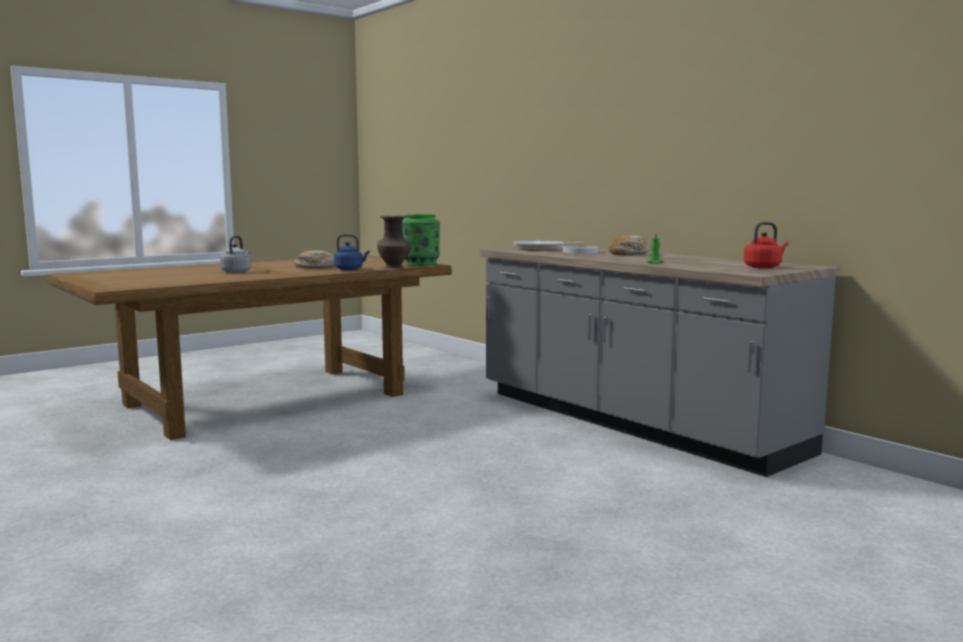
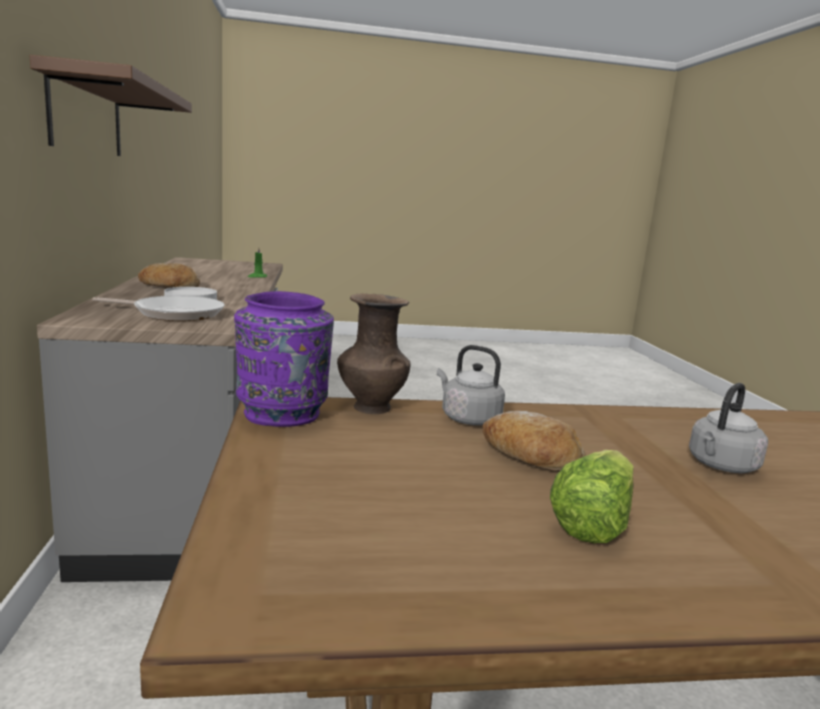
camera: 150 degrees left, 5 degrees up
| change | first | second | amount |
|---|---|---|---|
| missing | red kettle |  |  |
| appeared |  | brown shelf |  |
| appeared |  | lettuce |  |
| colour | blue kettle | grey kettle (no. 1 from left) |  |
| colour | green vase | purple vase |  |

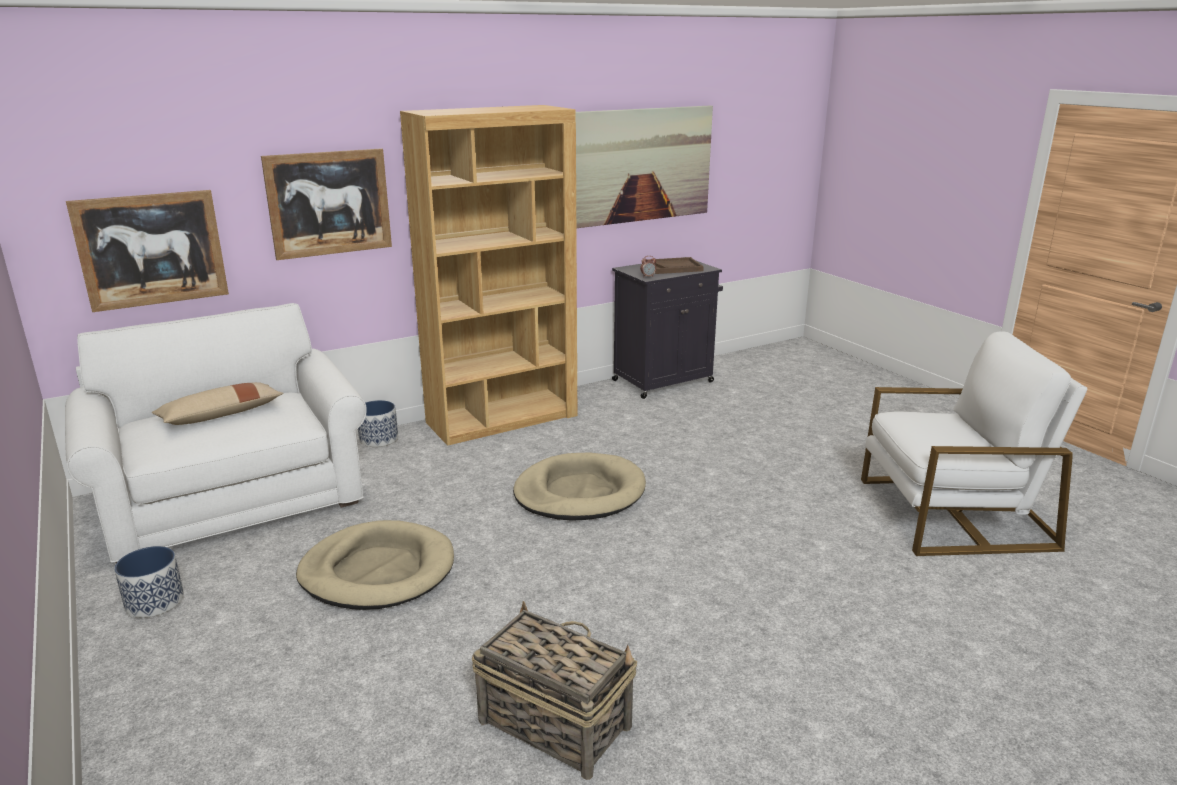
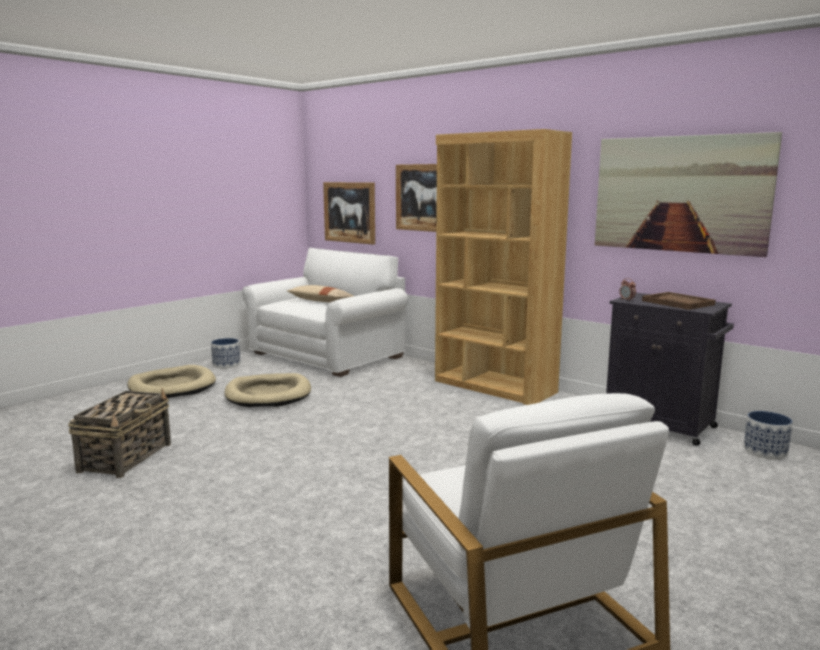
camera: 70 degrees right, 10 degrees down
| change | first | second | amount |
|---|---|---|---|
| relocated | planter (no. 2 from left) |  |  |
| relocated | beige dog bed (no. 2 from left in the first image) | beige dog bed (no. 1 from left) |  |

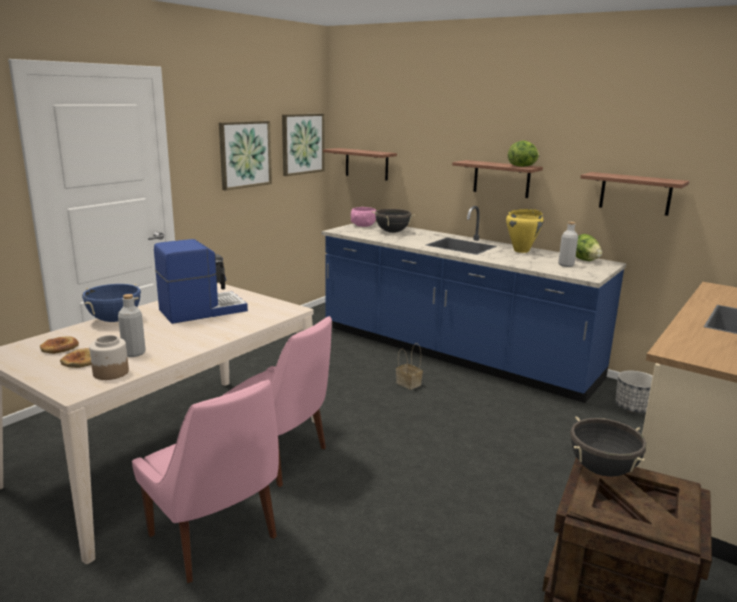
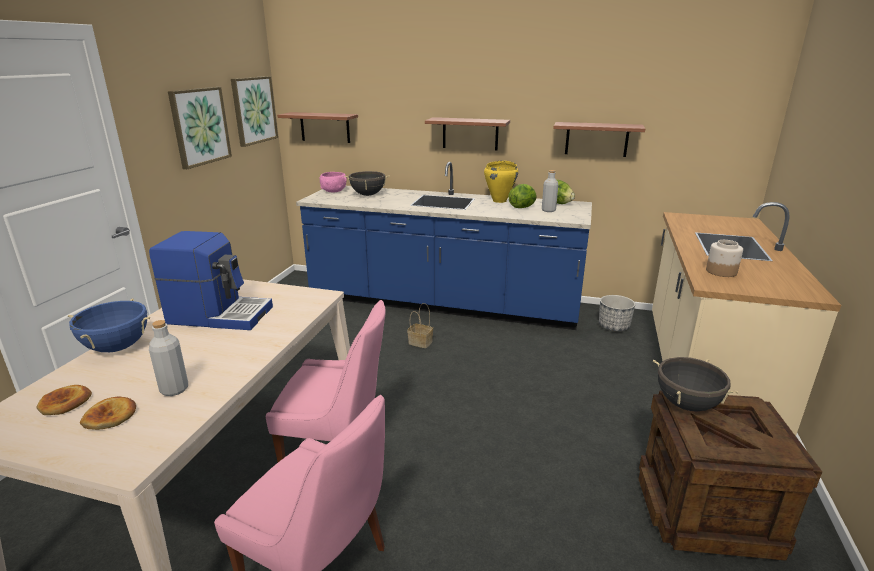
camera: 20 degrees left, 5 degrees up
| change | first | second | amount |
|---|---|---|---|
| relocated | jar |  |  |
| relocated | lettuce (no. 1 from left) |  |  |
| spun | coffee machine |  | 60 degrees clockwise |

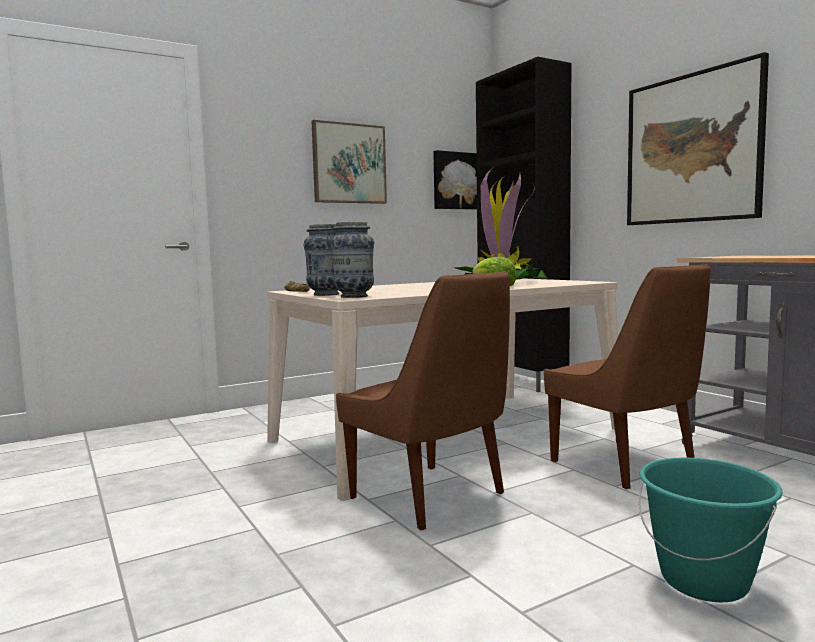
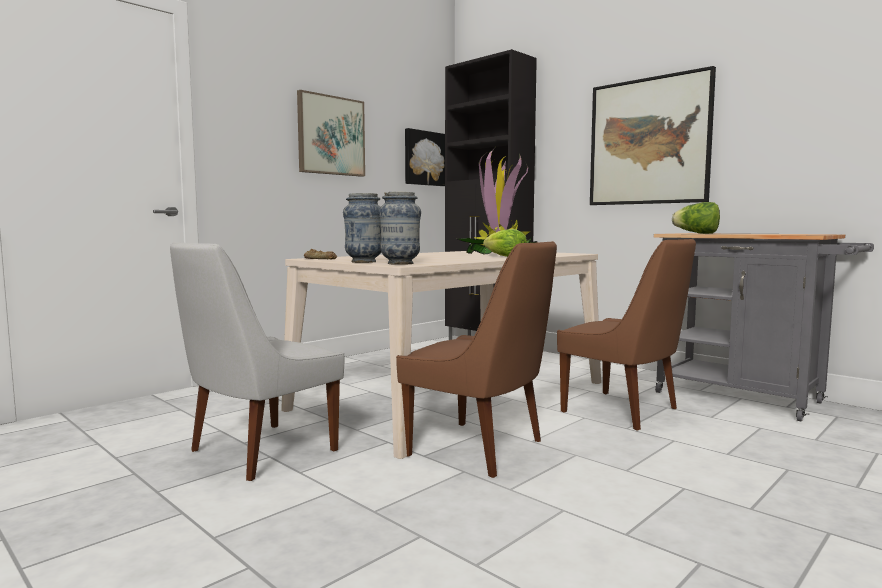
camera: 15 degrees left, 0 degrees up
| change | first | second | amount |
|---|---|---|---|
| missing | turquoise bucket |  |  |
| appeared |  | white chair |  |
| appeared |  | lettuce (no. 2 from left) |  |

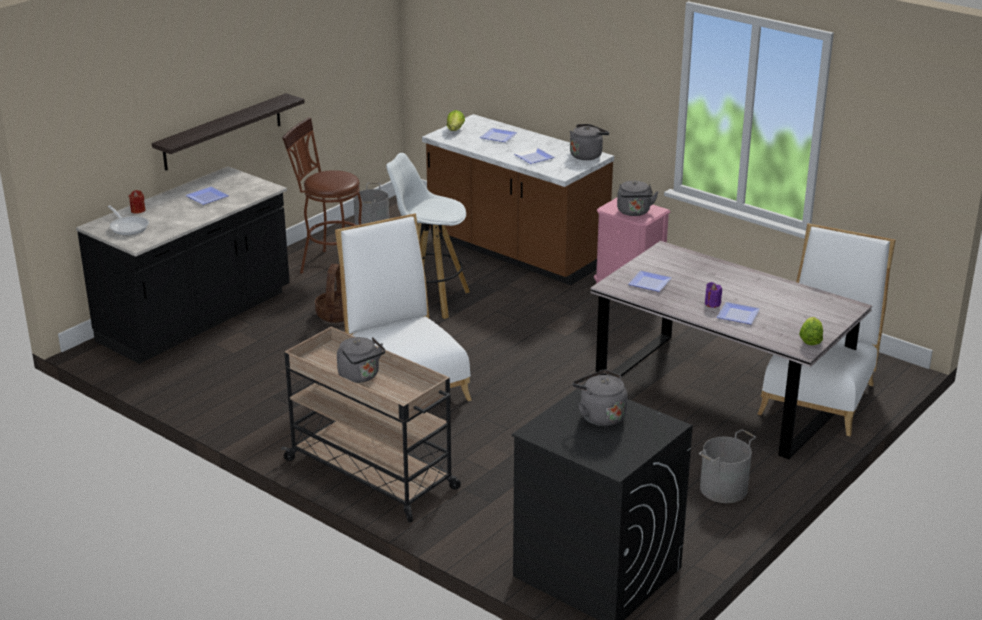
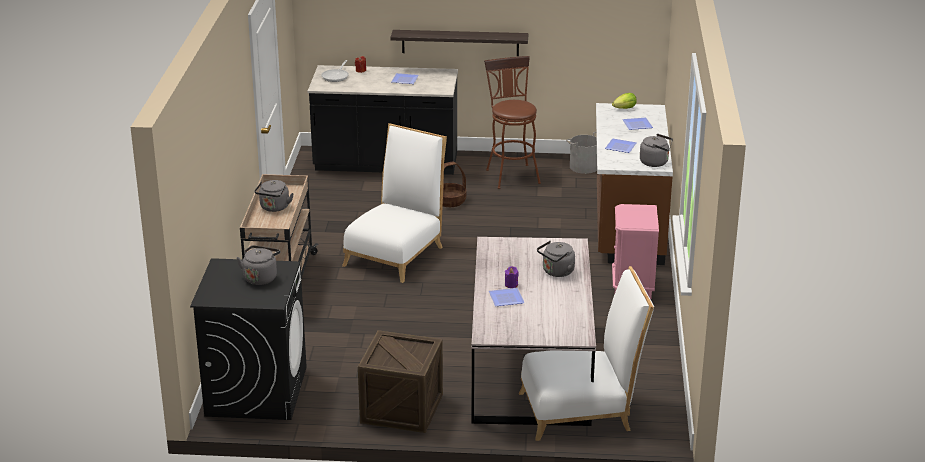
camera: 55 degrees right, 0 degrees up
| change | first | second | amount |
|---|---|---|---|
| missing | white stool |  |  |
| missing | plate (no. 4 from left) |  |  |
| missing | lettuce (no. 2 from left) |  |  |
| relocated | grey kettle (no. 4 from left in the first image) | grey kettle (no. 3 from left) |  |
| exchanged | grey bucket (no. 2 from left) | crate |  |

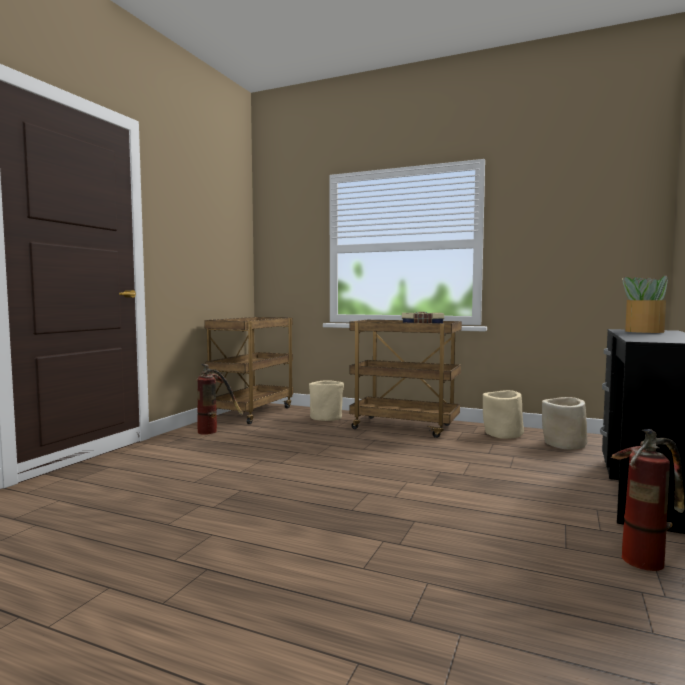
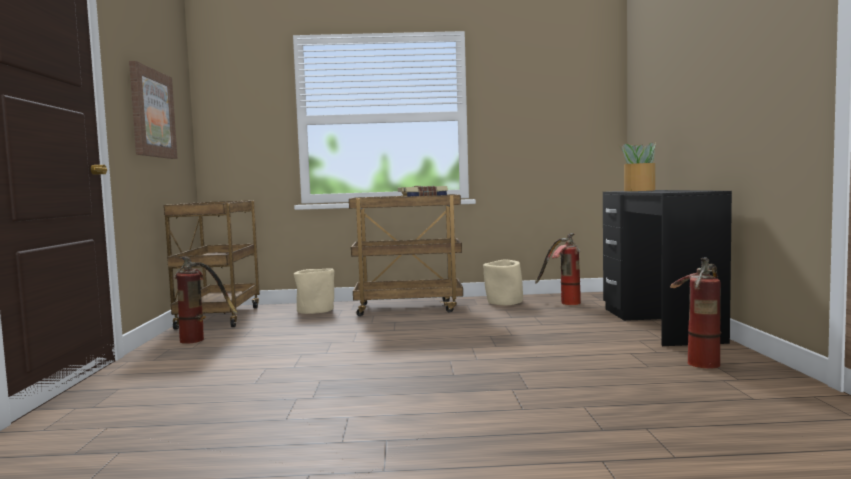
camera: 25 degrees left, 0 degrees up
| change | first | second | amount |
|---|---|---|---|
| appeared |  | picture |  |
| exchanged | beige planter (no. 3 from left) | fire extinguisher (no. 2 from left) |  |

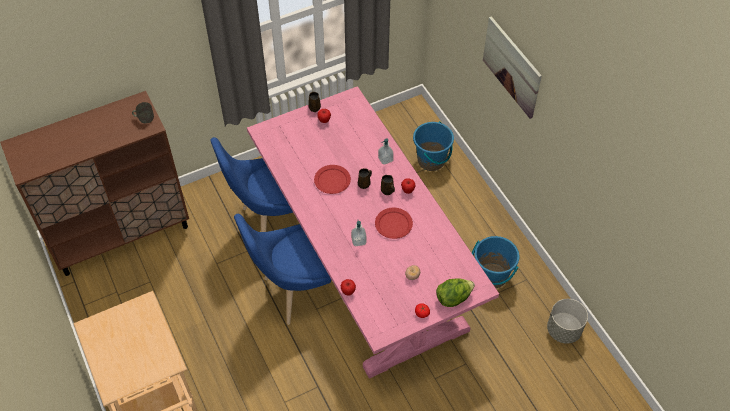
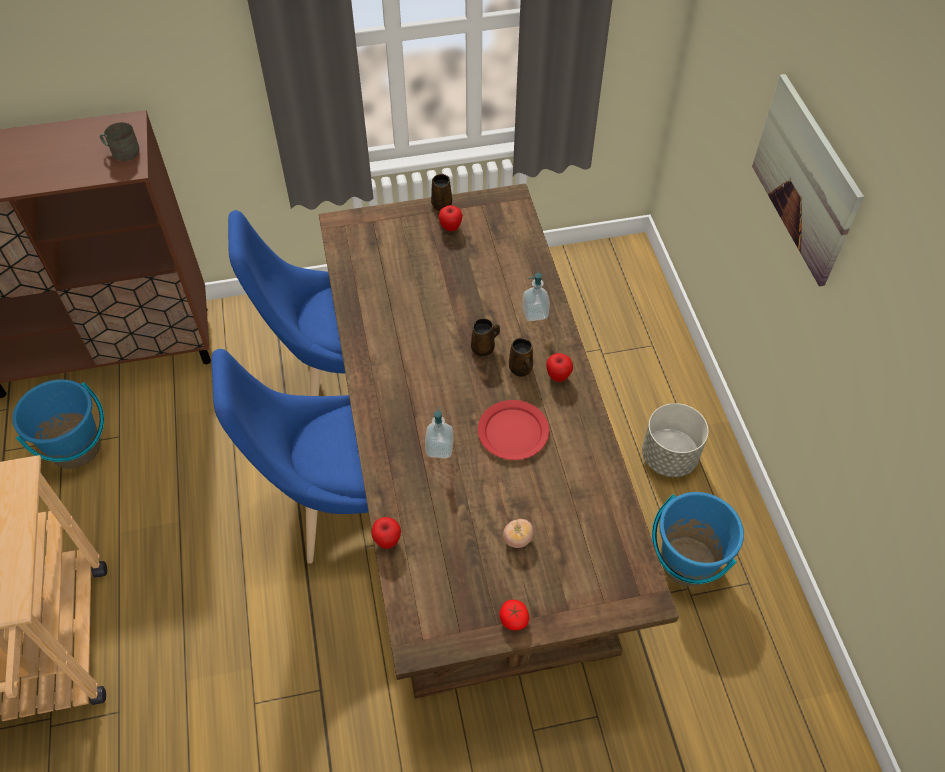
camera: 15 degrees right, 0 degrees up
| change | first | second | amount |
|---|---|---|---|
| missing | red plate (no. 1 from left) |  |  |
| missing | lettuce |  |  |
| relocated | blue bucket (no. 1 from left) |  |  |
| relocated | grey planter |  |  |
| colour | pink dining table | brown dining table |  |

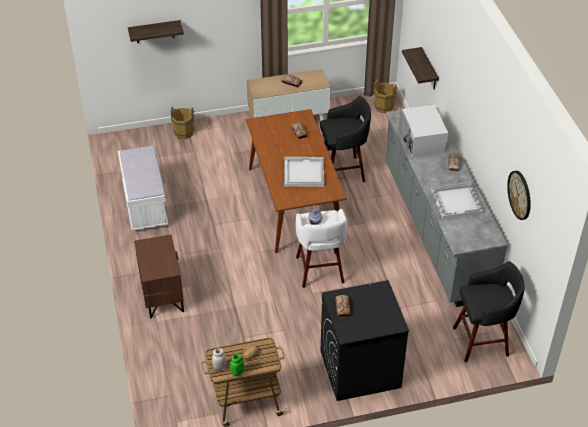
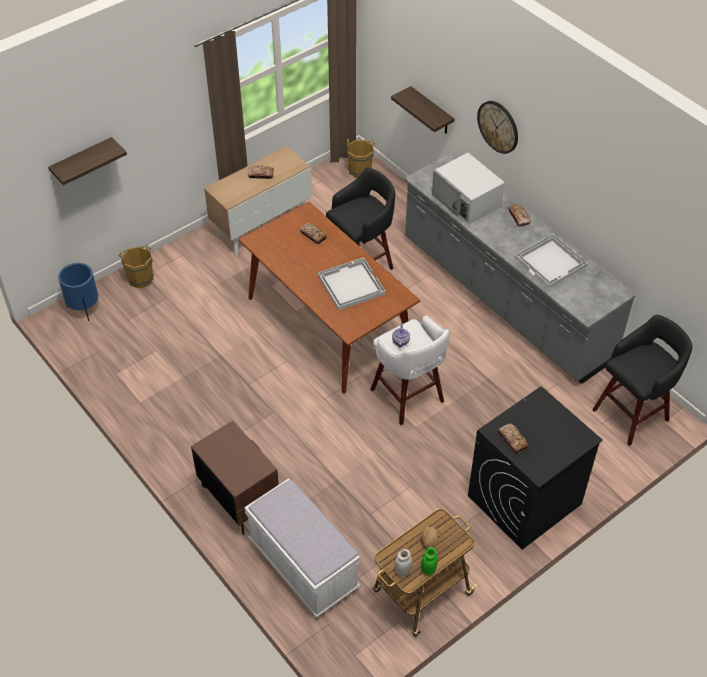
camera: 25 degrees left, 5 degrees up
| change | first | second | amount |
|---|---|---|---|
| appeared |  | blue planter |  |
| relocated | white bench |  |  |
| relocated | wall clock |  |  |

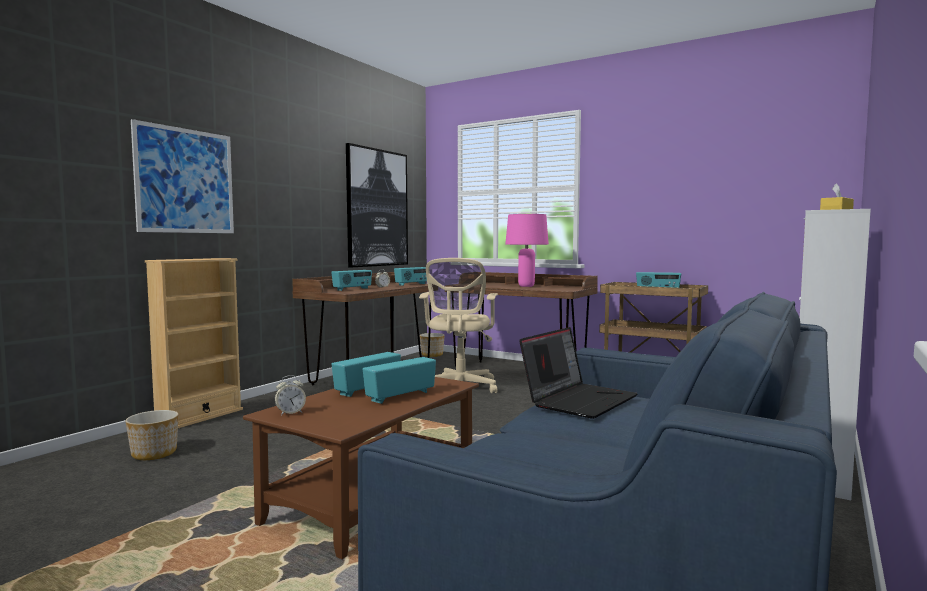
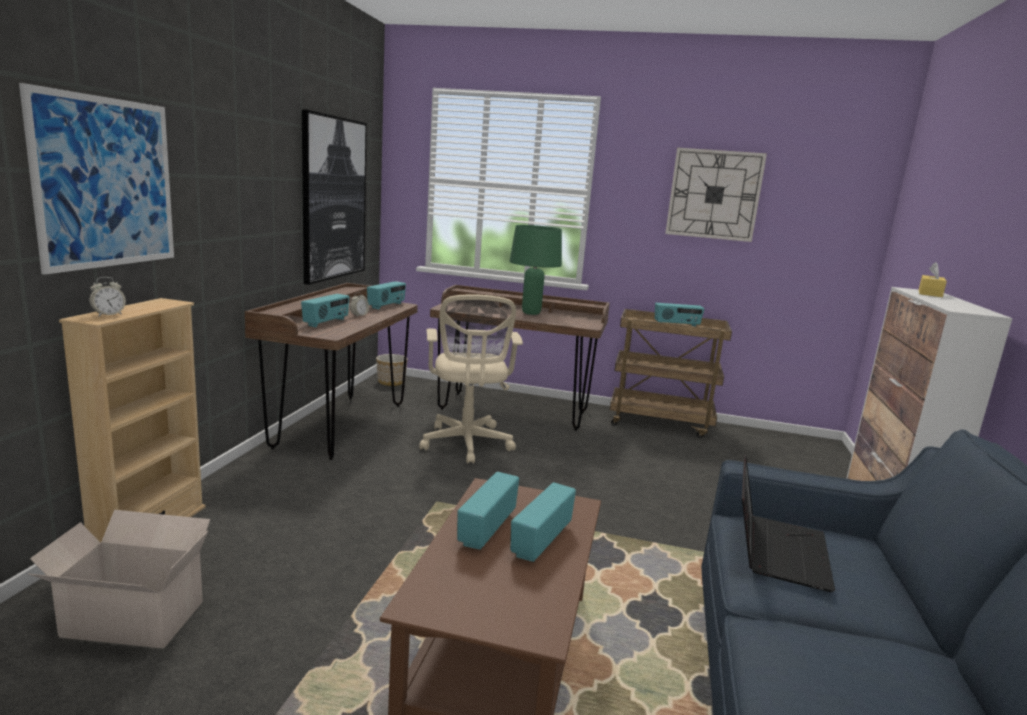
camera: 20 degrees left, 10 degrees up
| change | first | second | amount |
|---|---|---|---|
| appeared |  | wall clock |  |
| relocated | alarm clock (no. 1 from left) |  |  |
| exchanged | planter (no. 1 from left) | cardboard box |  |
| colour | pink table lamp | green table lamp |  |

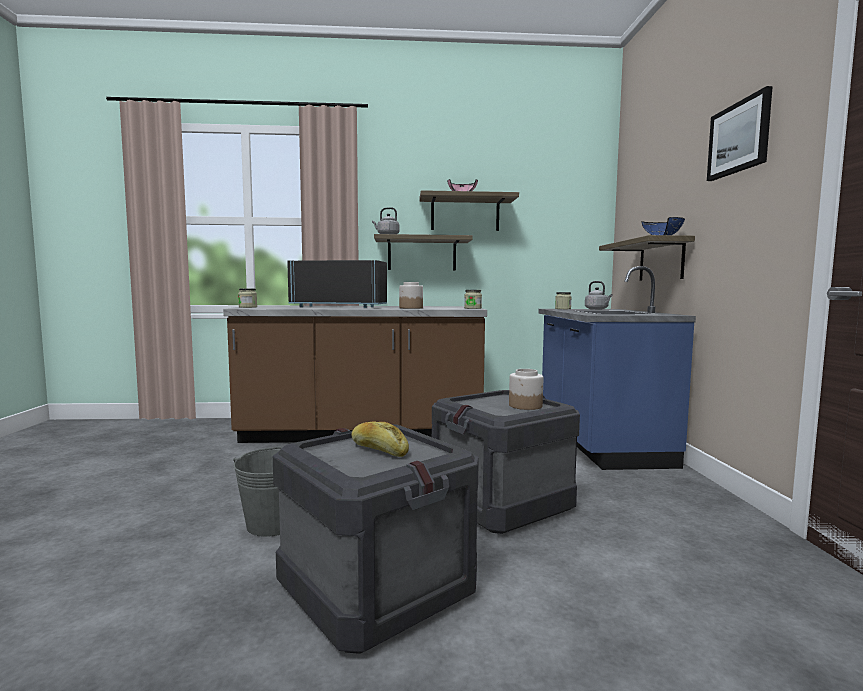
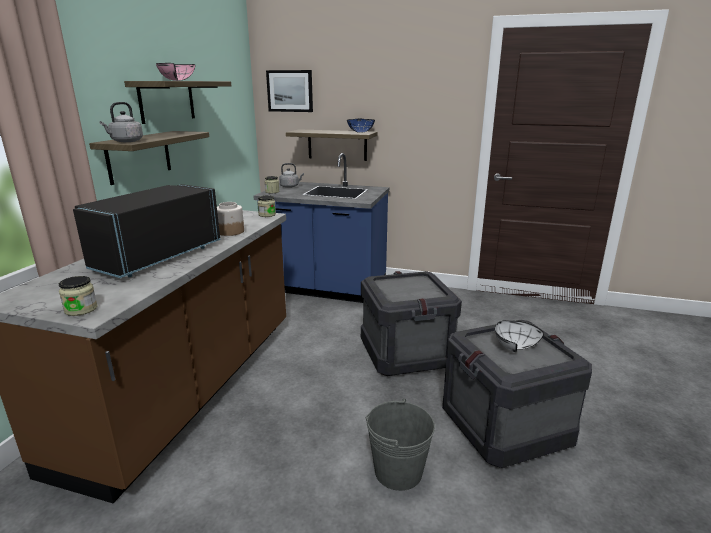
camera: 70 degrees left, 15 degrees up
| change | first | second | amount |
|---|---|---|---|
| missing | jar (no. 4 from left) |  |  |
| relocated | picture |  |  |
| exchanged | bread | white bowl |  |

